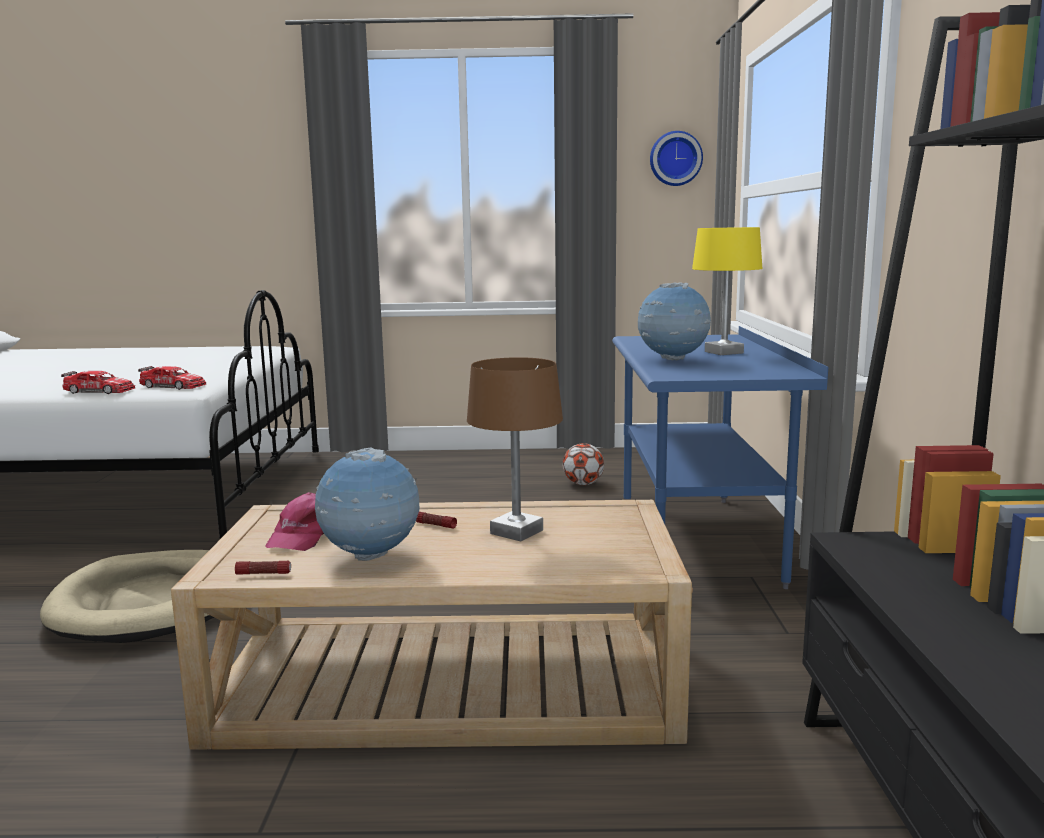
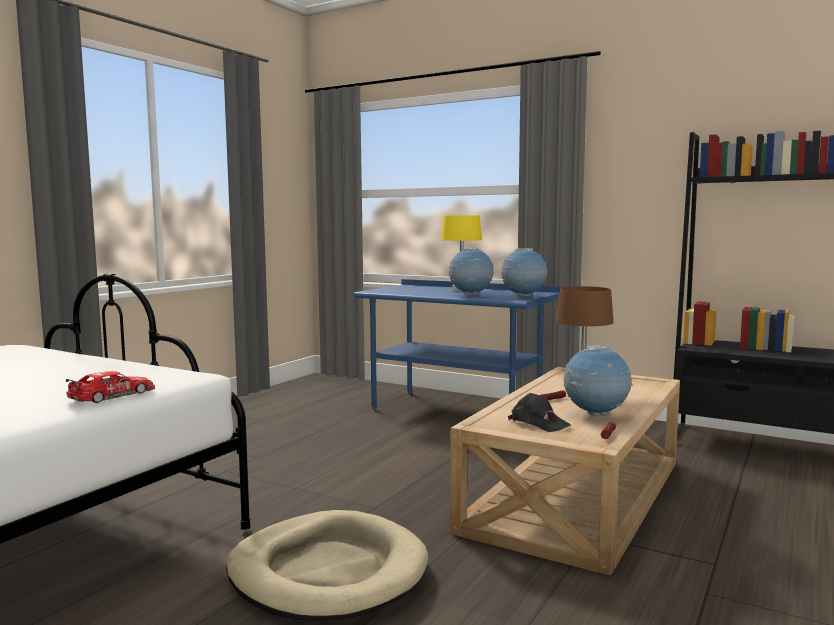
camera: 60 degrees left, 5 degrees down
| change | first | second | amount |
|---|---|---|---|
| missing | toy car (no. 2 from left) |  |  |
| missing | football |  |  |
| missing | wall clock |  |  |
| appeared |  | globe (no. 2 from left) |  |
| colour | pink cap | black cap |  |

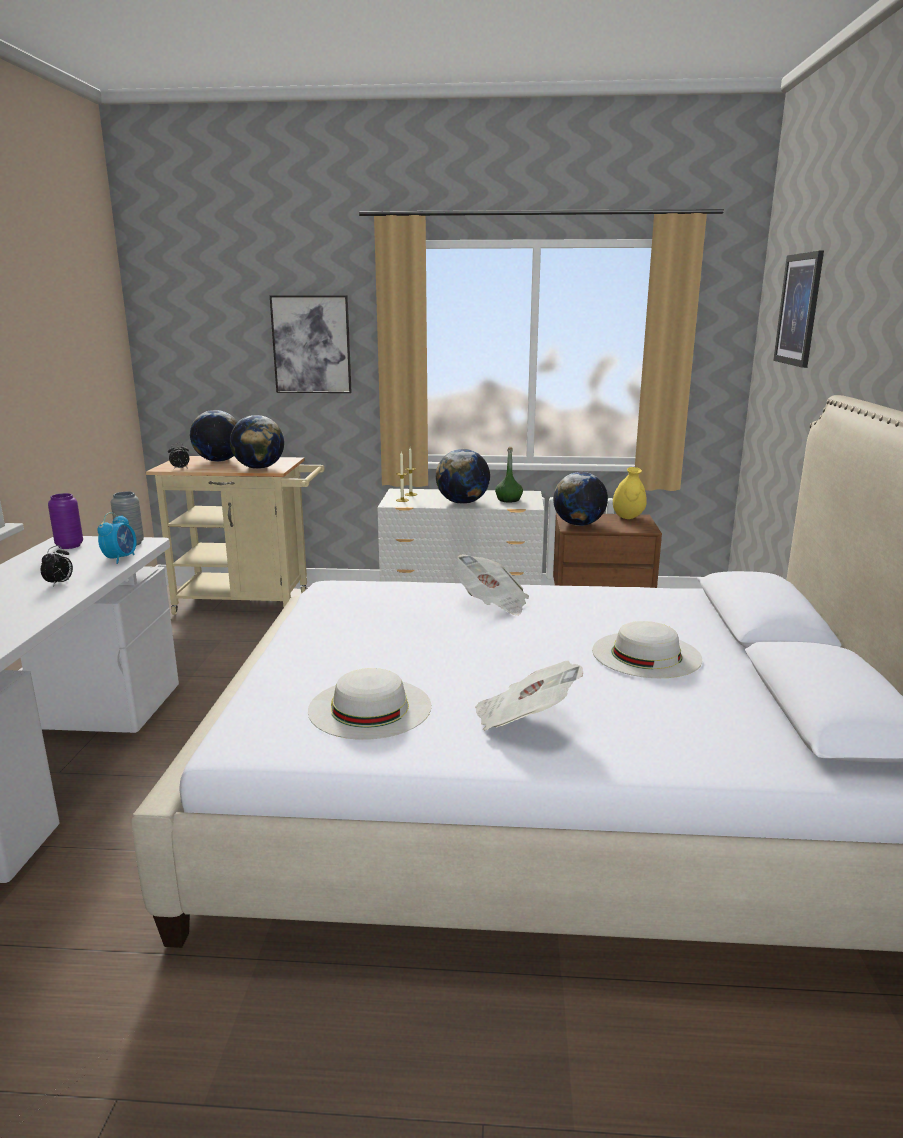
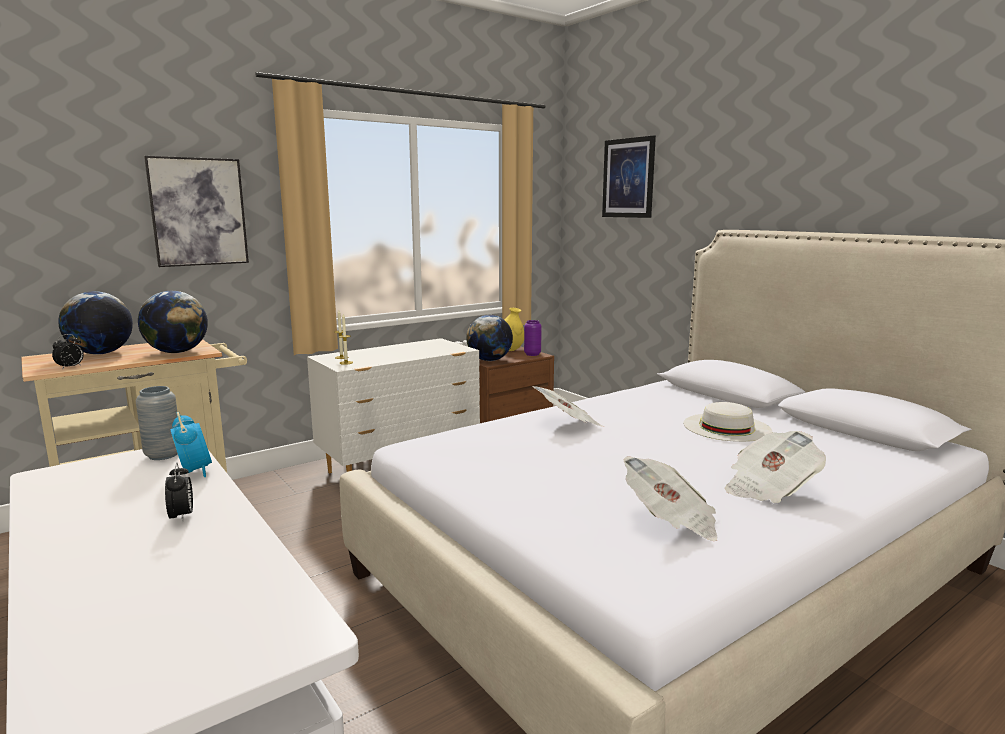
camera: 40 degrees left, 5 degrees down
| change | first | second | amount |
|---|---|---|---|
| missing | globe (no. 3 from left) |  |  |
| missing | green bottle |  |  |
| relocated | purple vase |  |  |
| exchanged | white hat (no. 1 from left) | newspaper (no. 2 from left) |  |

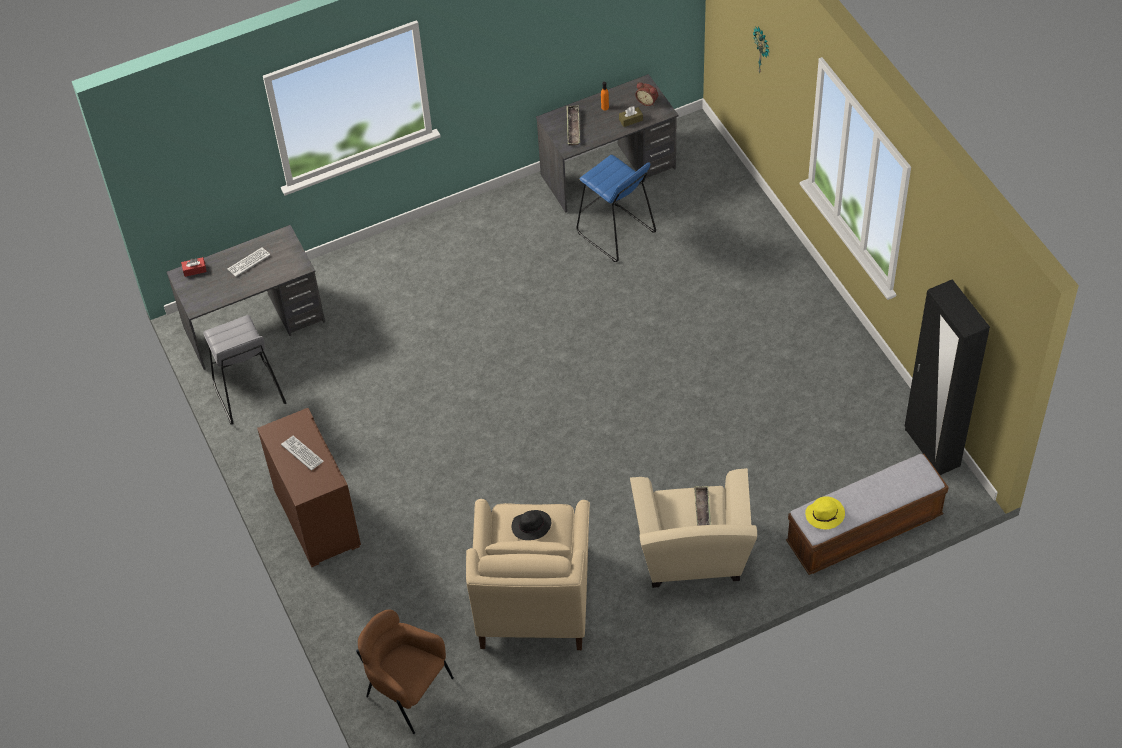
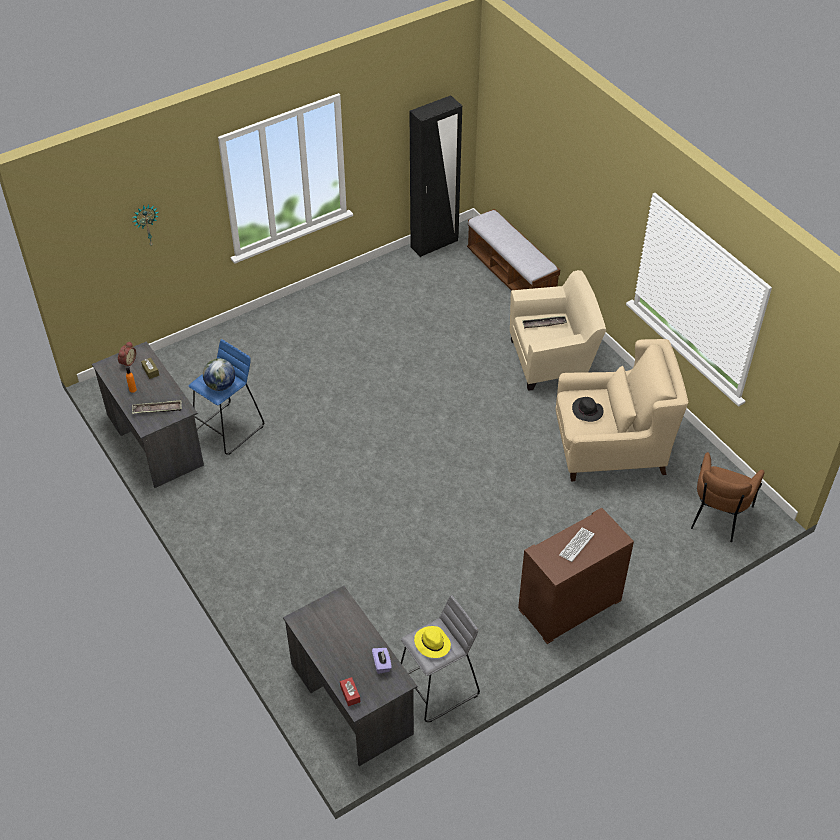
camera: 100 degrees left, 5 degrees down
| change | first | second | amount |
|---|---|---|---|
| missing | keyboard (no. 1 from left) |  |  |
| appeared |  | globe |  |
| appeared |  | purple tissue box |  |
| relocated | yellow hat |  |  |

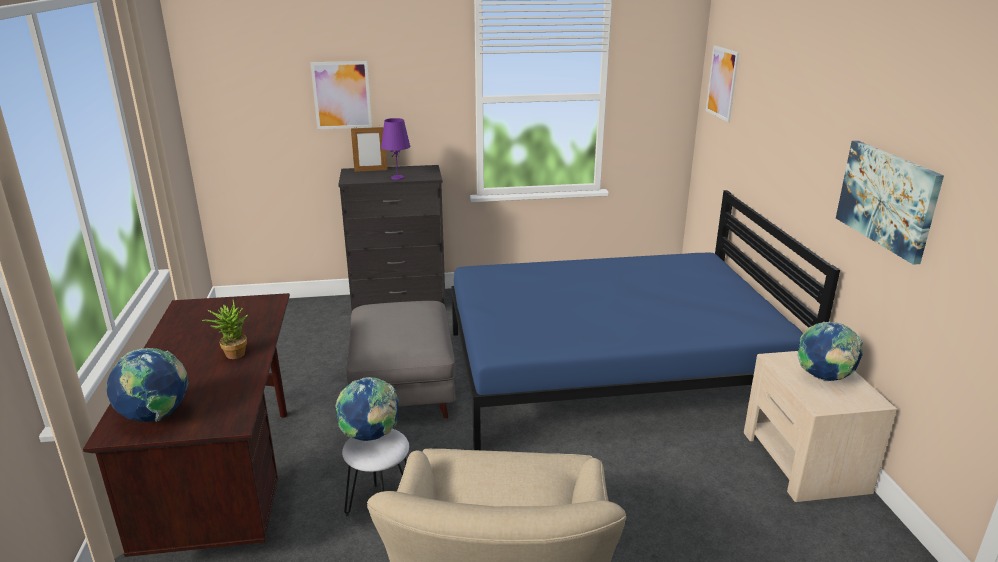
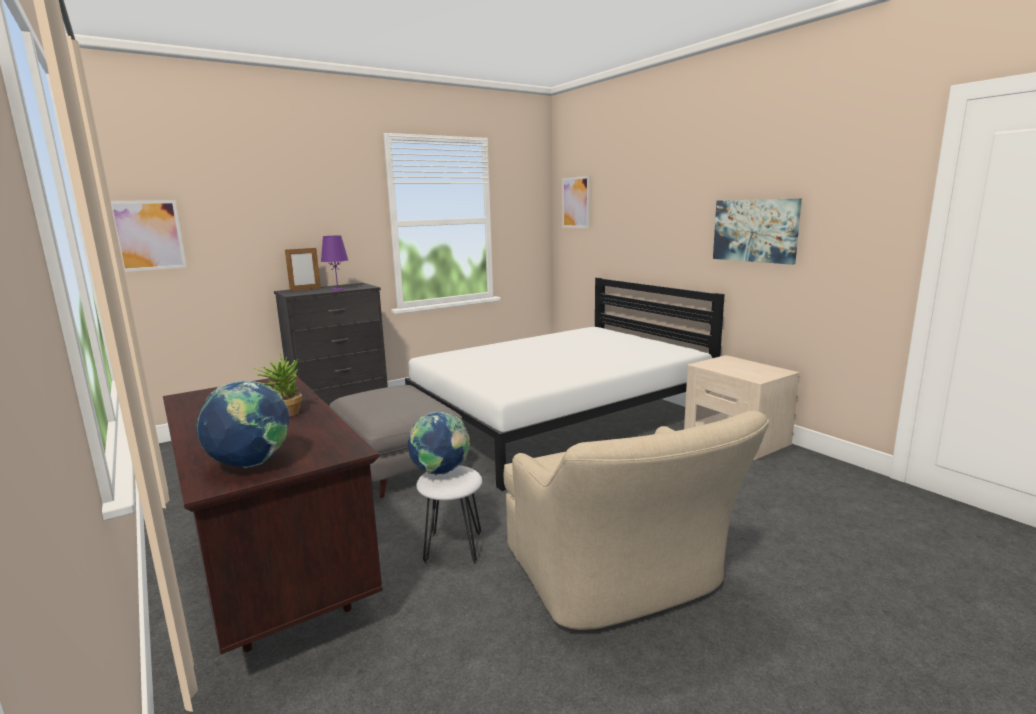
camera: 25 degrees left, 10 degrees down
| change | first | second | amount |
|---|---|---|---|
| missing | globe (no. 3 from left) |  |  |
| relocated | picture (no. 1 from left) |  |  |
| colour | blue bed | white bed |  |

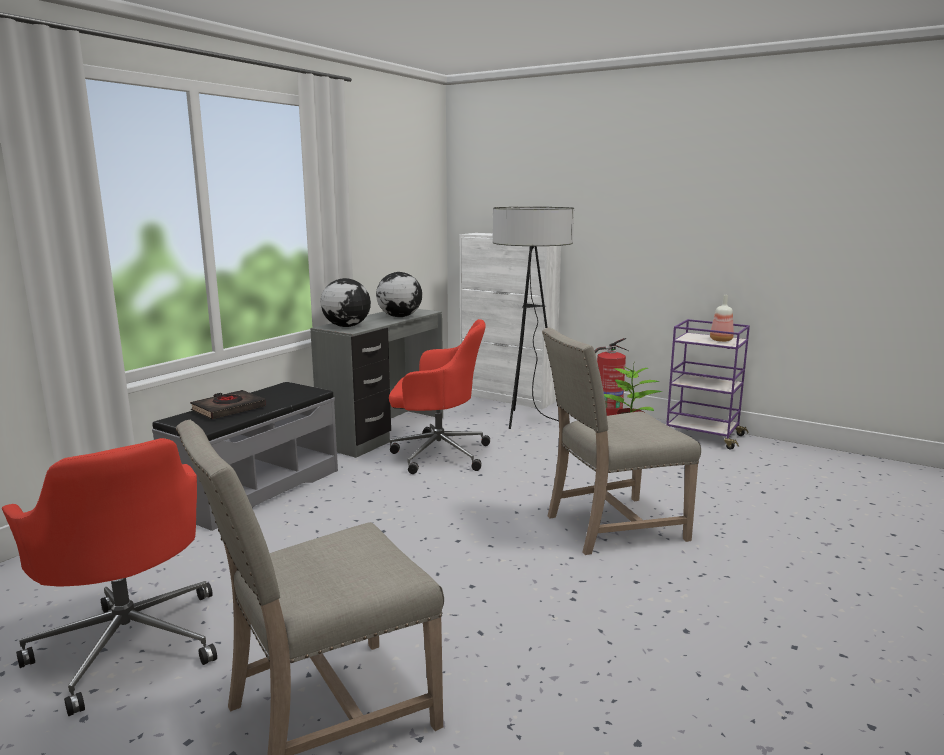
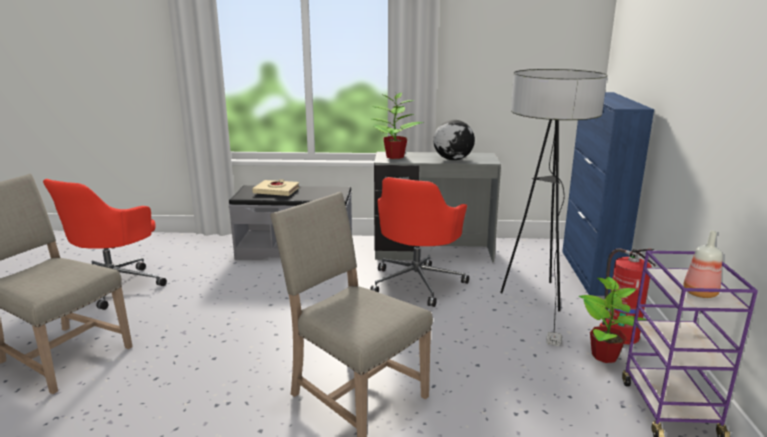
camera: 60 degrees right, 5 degrees up
| change | first | second | amount |
|---|---|---|---|
| exchanged | globe (no. 1 from left) | potted plant (no. 1 from left) |  |
| colour | black book | beige book |  |
| colour | white cabinet | blue cabinet |  |
| spun | red office chair (no. 2 from left) |  | 45 degrees clockwise |

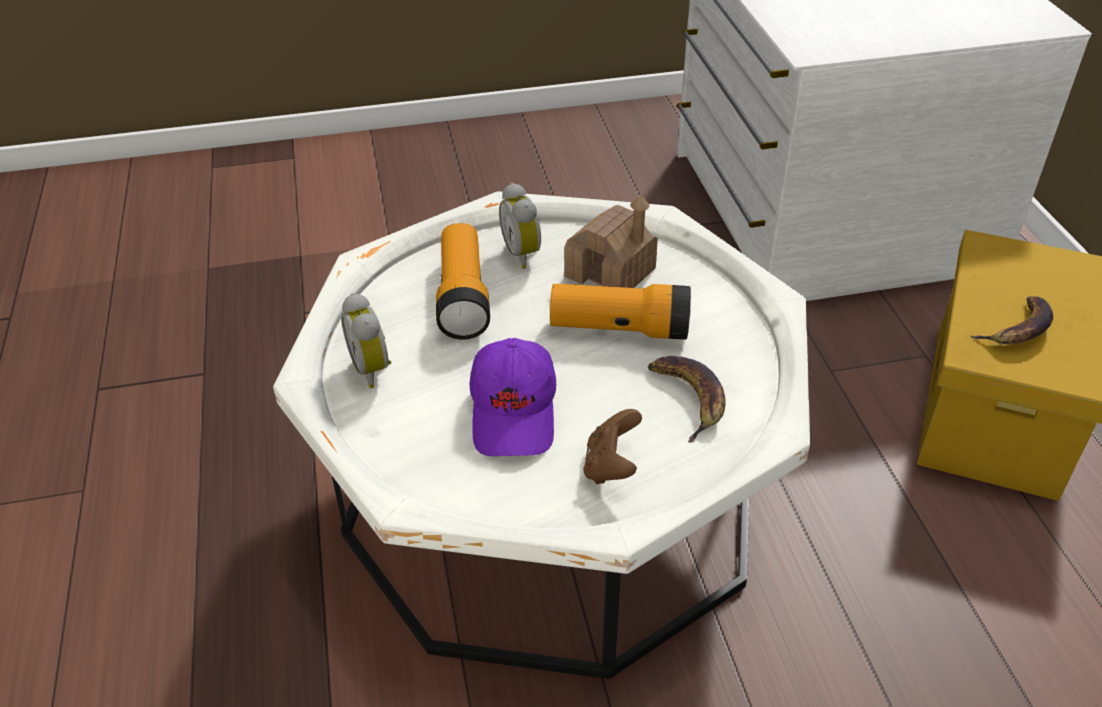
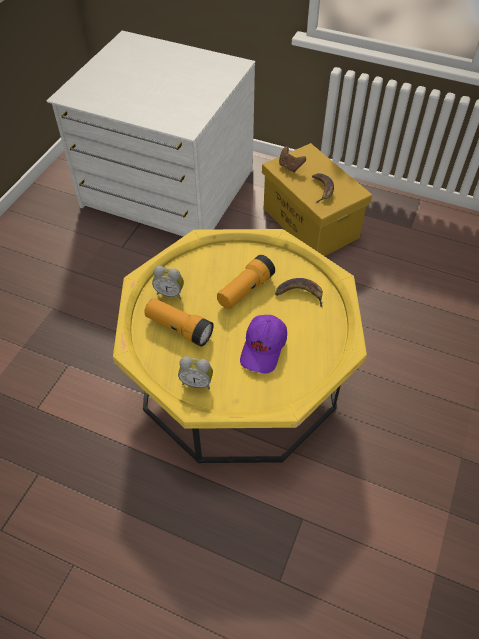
camera: 55 degrees left, 10 degrees up
| change | first | second | amount |
|---|---|---|---|
| missing | toy house |  |  |
| relocated | brown game controller |  |  |
| colour | white coffee table | yellow coffee table |  |
| spun | purple cap |  | 75 degrees clockwise |

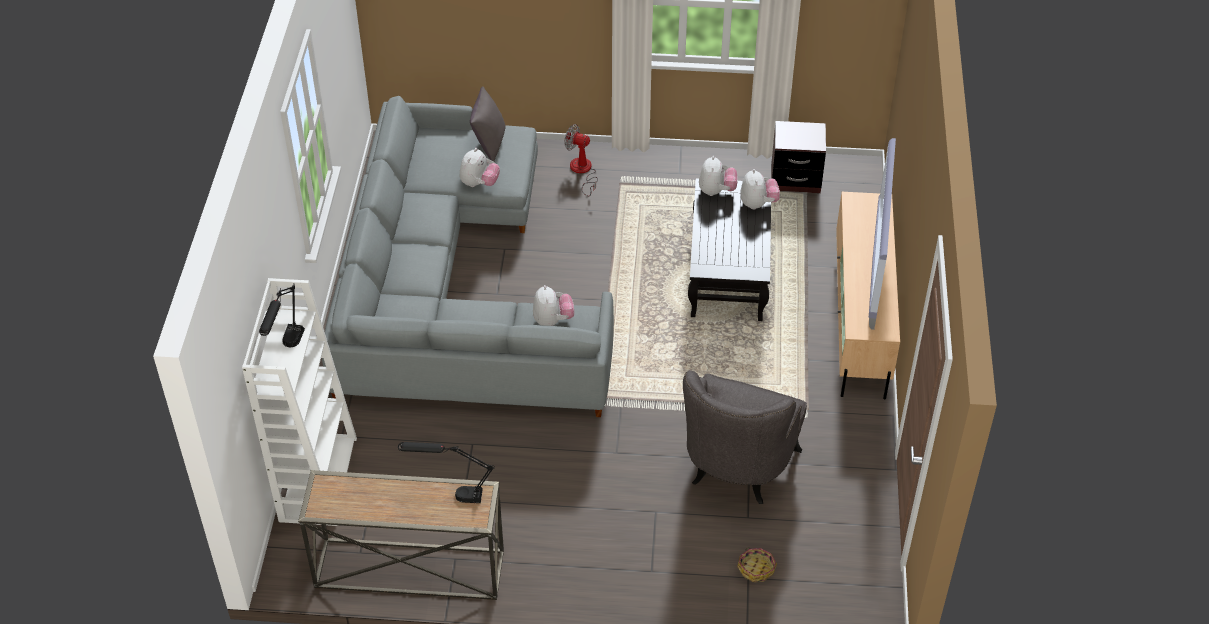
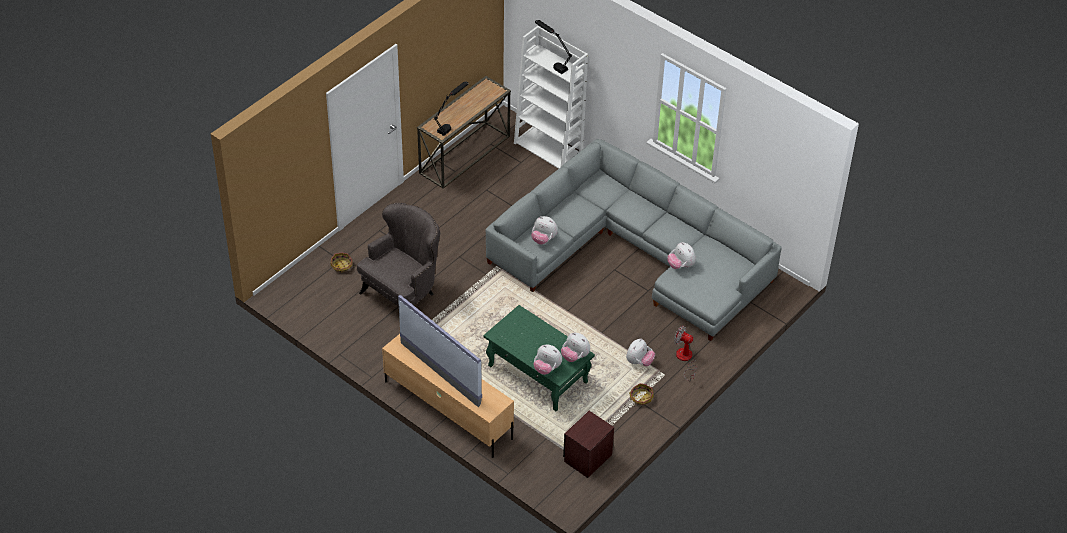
camera: 125 degrees right, 0 degrees up
| change | first | second | amount |
|---|---|---|---|
| missing | grey pillow |  |  |
| appeared |  | plush toy (no. 4 from left) |  |
| appeared |  | basket (no. 2 from left) |  |
| colour | black coffee table | green coffee table |  |
| spun | fan |  | 120 degrees counterclockwise |
| spun | grey armchair |  | 75 degrees clockwise |

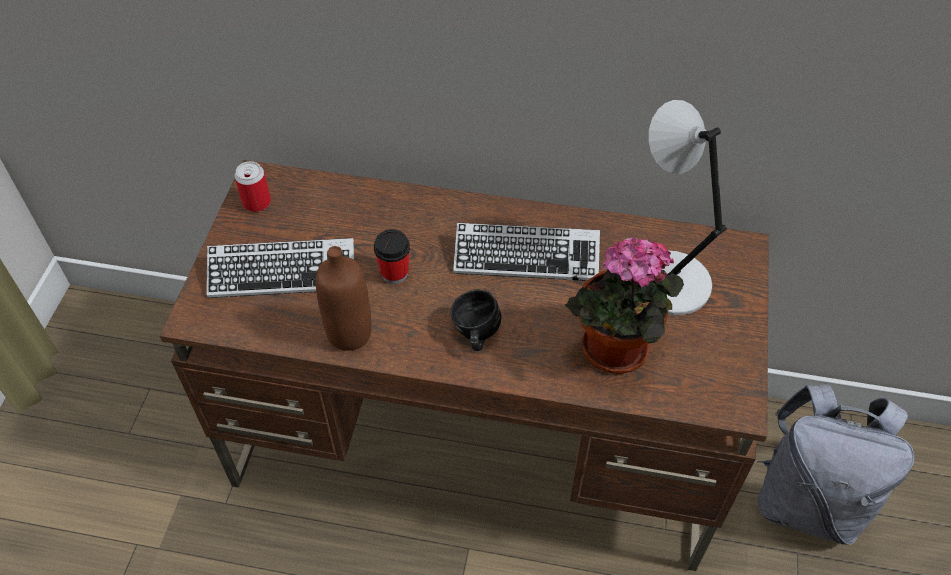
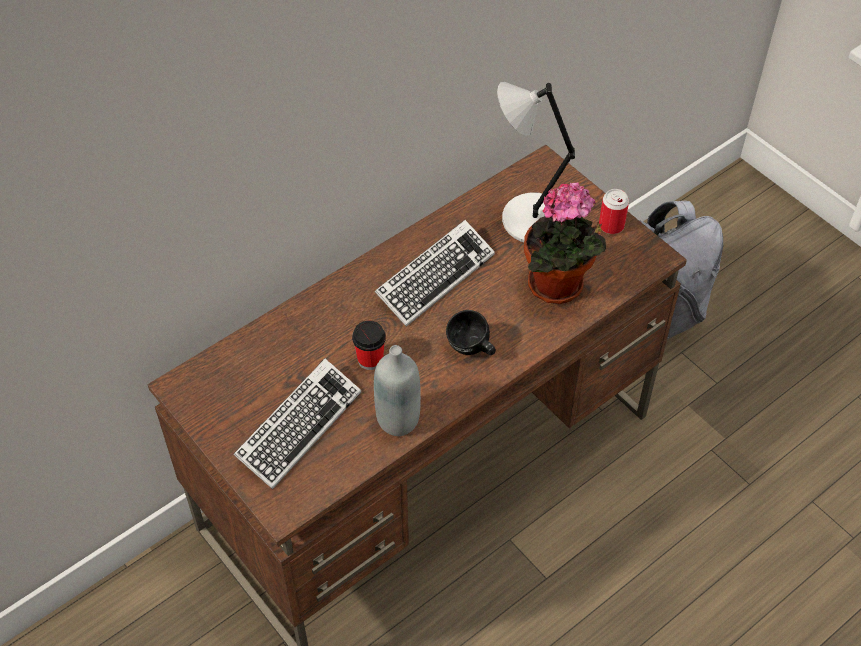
camera: 50 degrees left, 0 degrees up
| change | first | second | amount |
|---|---|---|---|
| relocated | can |  |  |
| colour | brown bottle | grey bottle |  |

